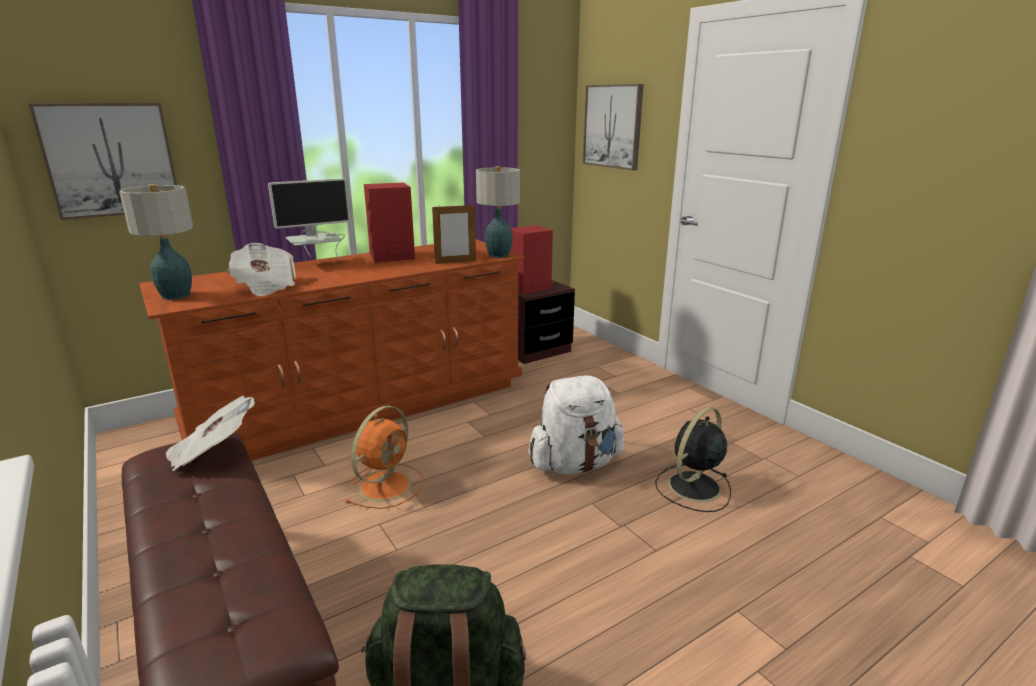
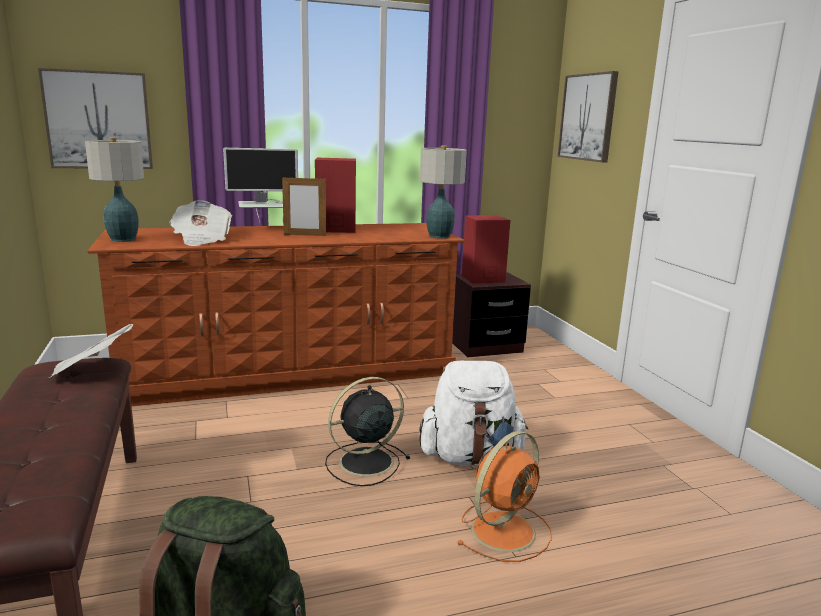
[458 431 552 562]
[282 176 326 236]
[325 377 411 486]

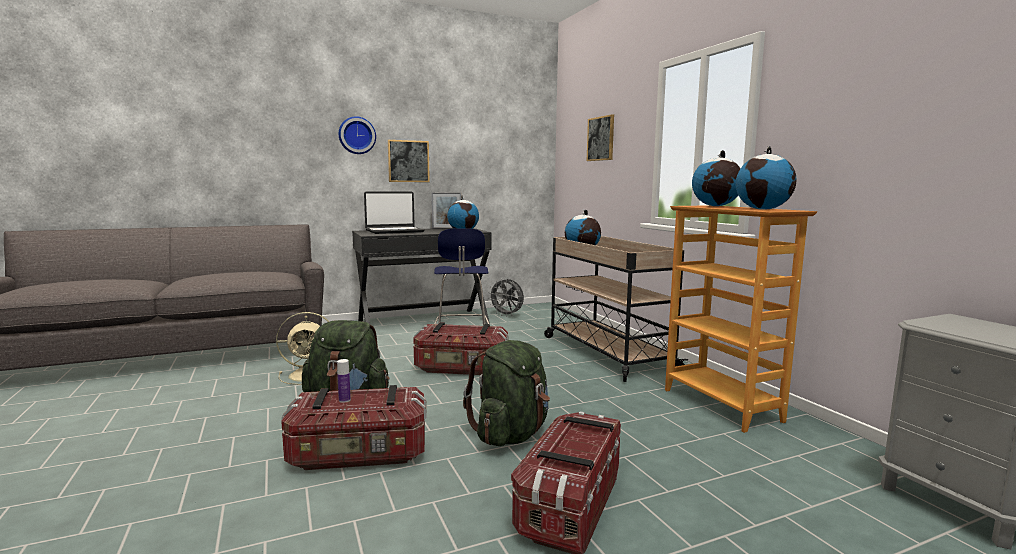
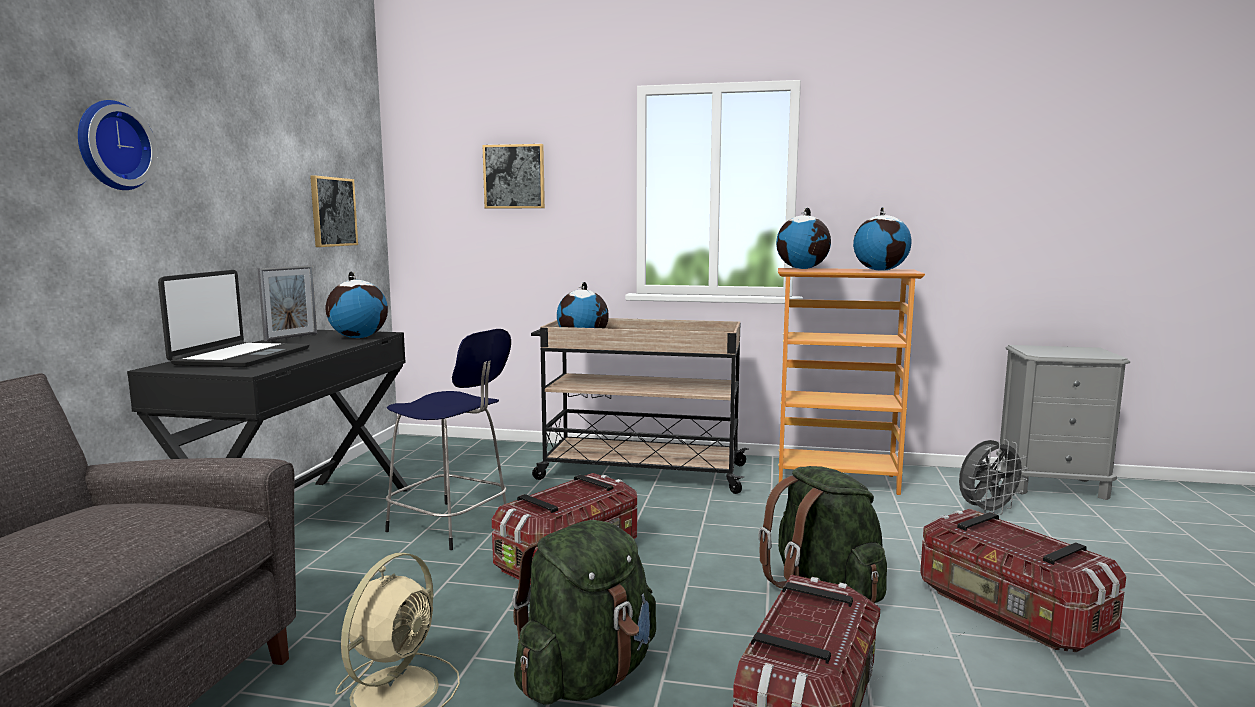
[337 359 351 403] (first image)
[310 175 358 247]
[959 439 1028 515]

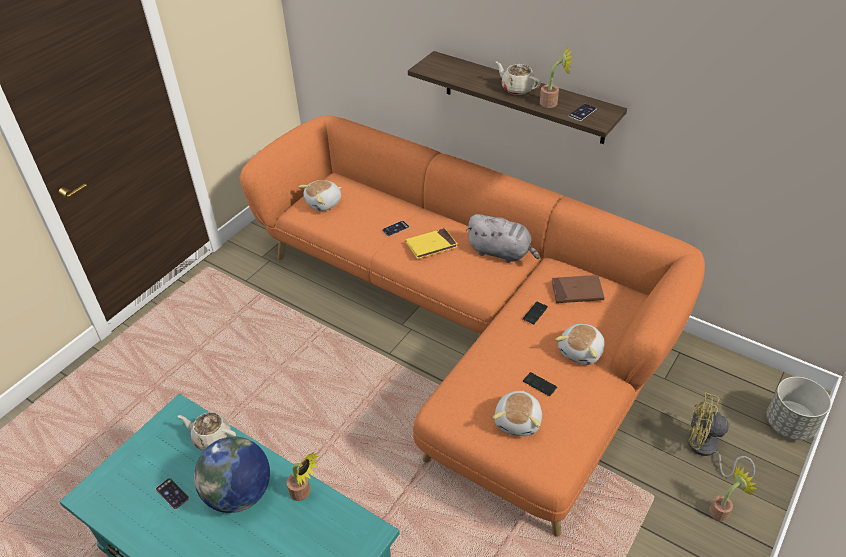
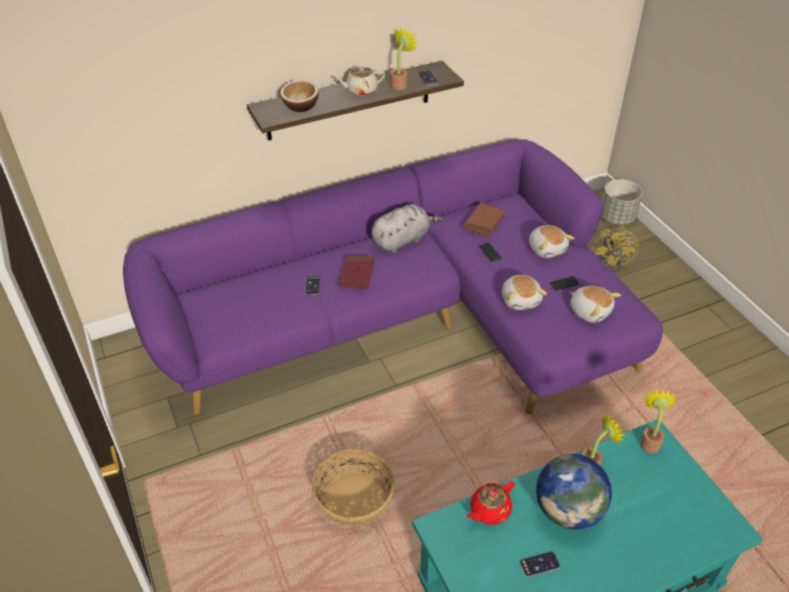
[467 481 515 525]
[123 139 663 415]
[502 275 547 310]
[339 255 375 289]
[593 226 639 272]
[640 389 677 453]
[280 80 319 112]
[312 448 395 526]

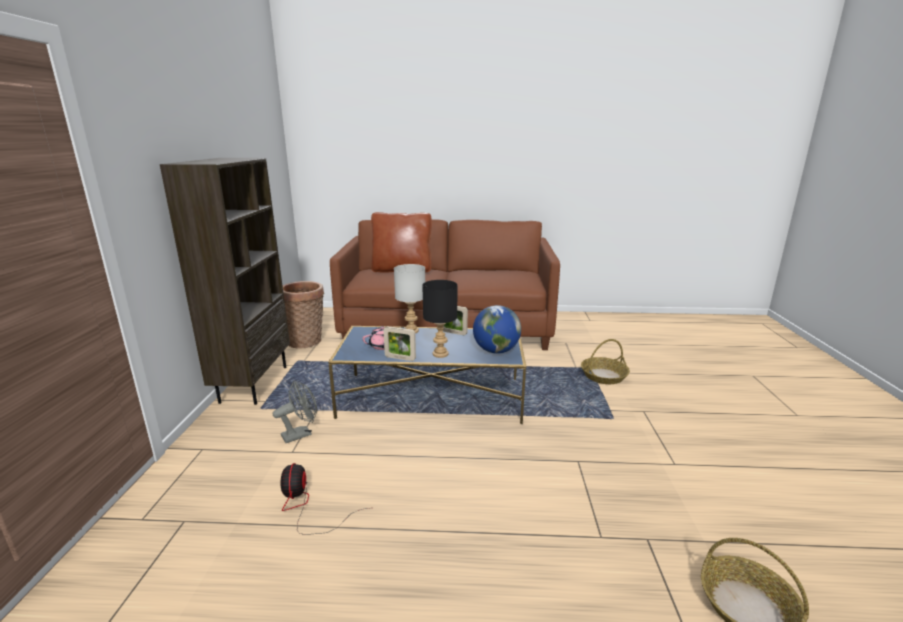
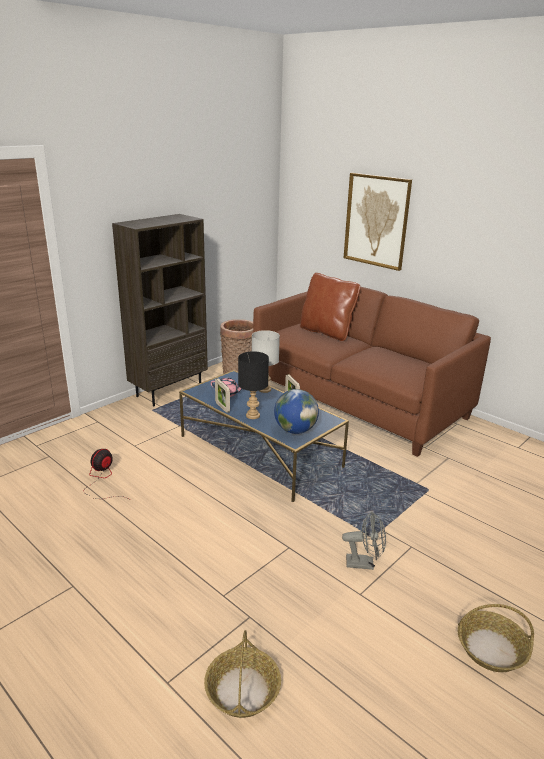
[342 511 386 570]
[458 604 534 672]
[344 173 412 271]

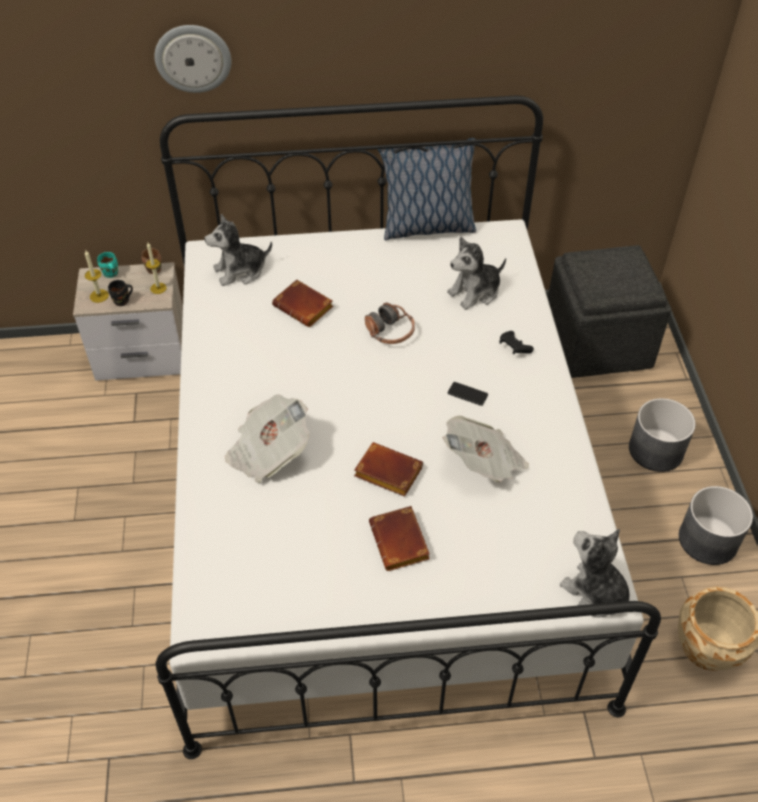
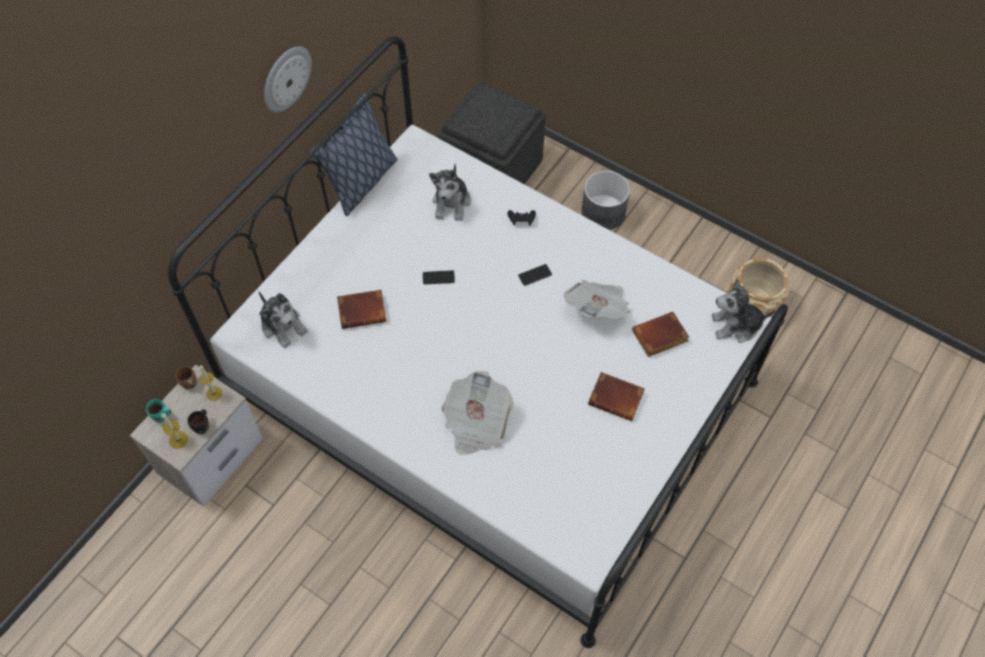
[264 47 311 112]
[259 291 308 348]
[632 312 689 357]
[423 270 455 284]
[679 486 753 565] (first image)

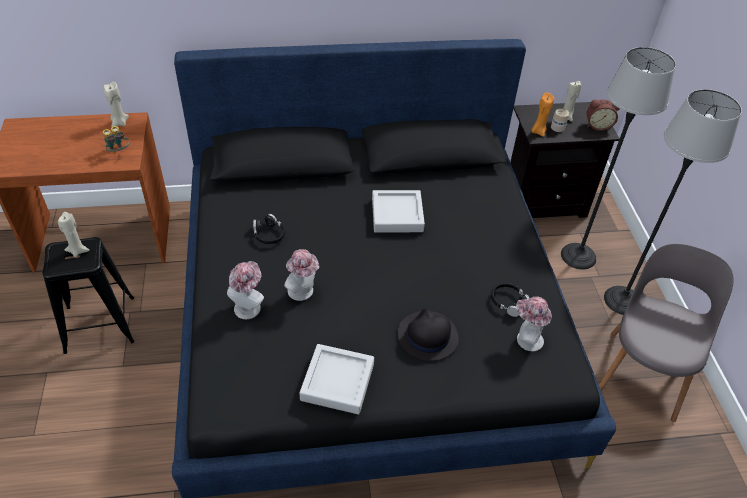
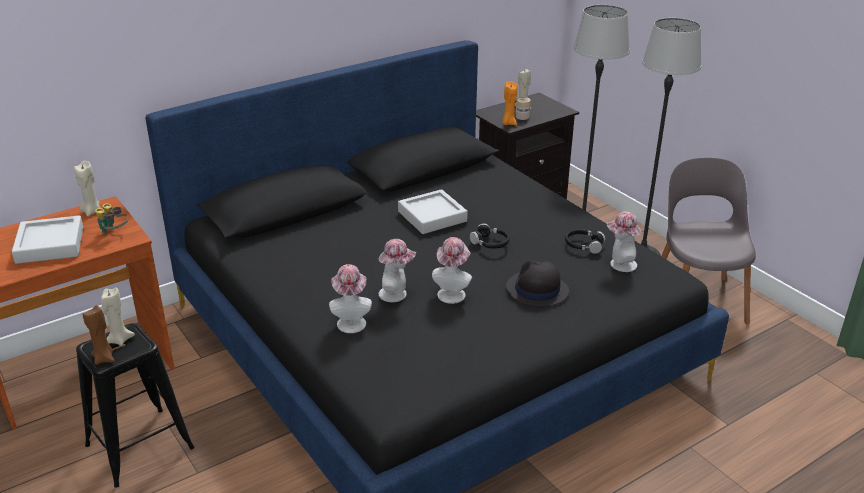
[469 223 510 248]
[12 215 83 264]
[587 99 620 131] (first image)
[83 305 115 365]
[432 237 472 304]

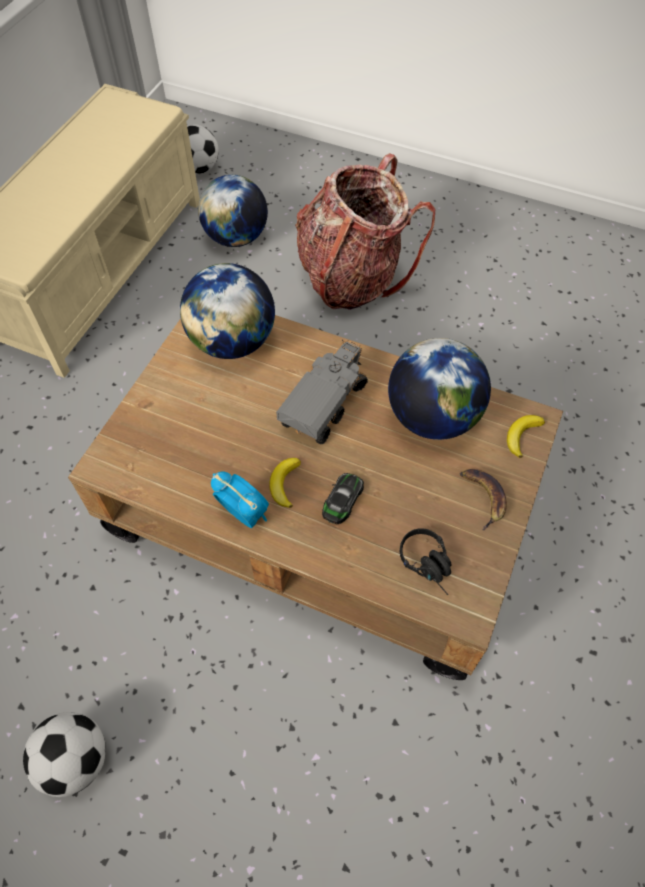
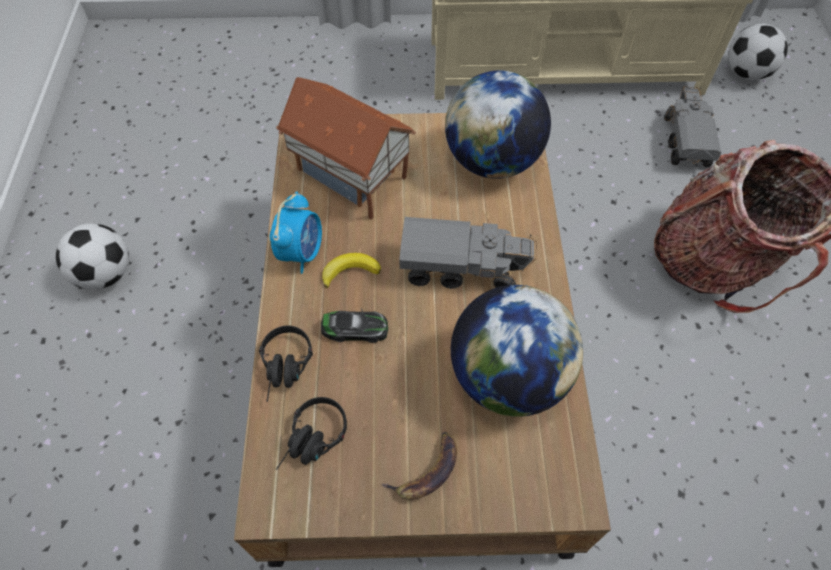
[664 86 721 167]
[507 415 545 458] (first image)
[259 326 313 402]
[276 77 416 219]

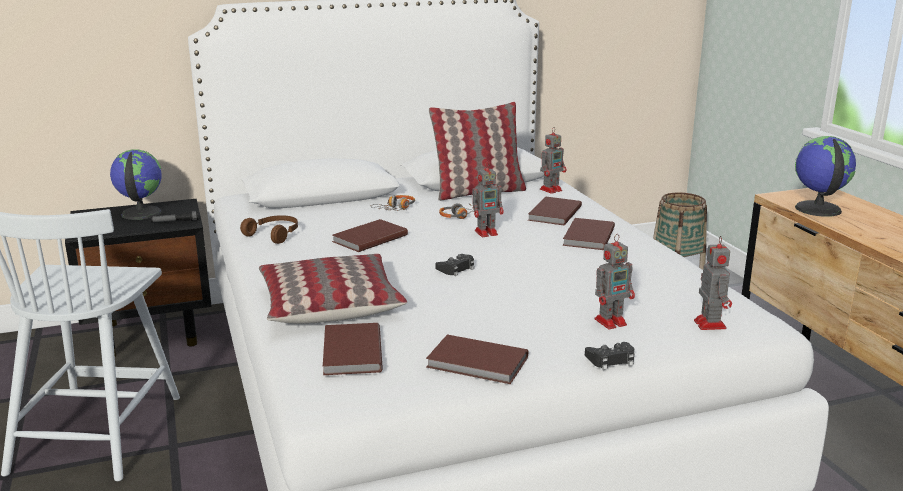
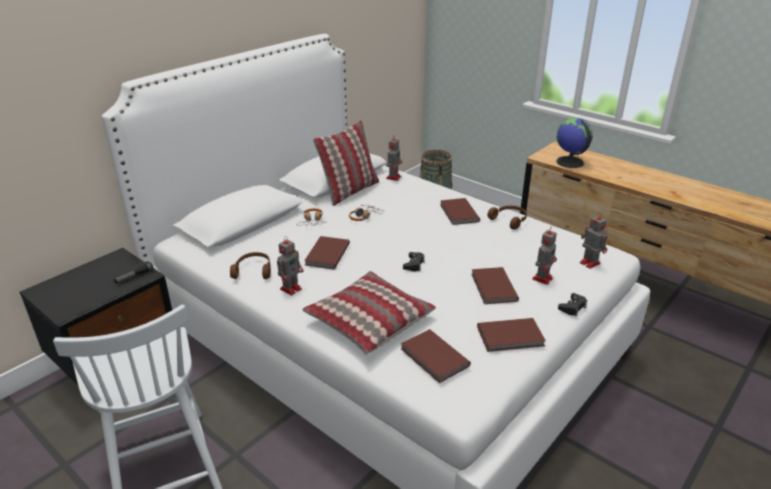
[110 149 162 220] (first image)
[277 236 303 296]
[471 267 519 304]
[487 206 527 230]

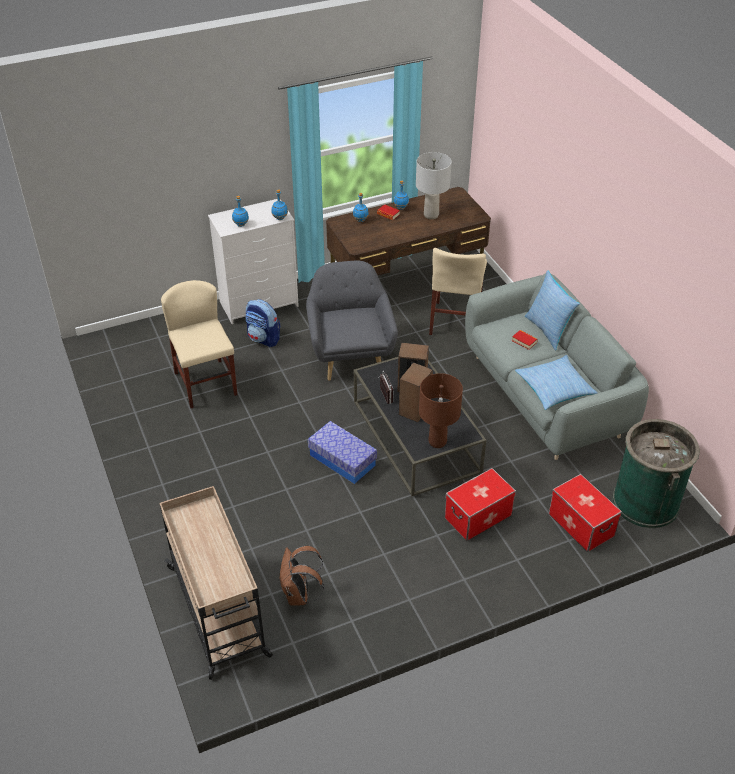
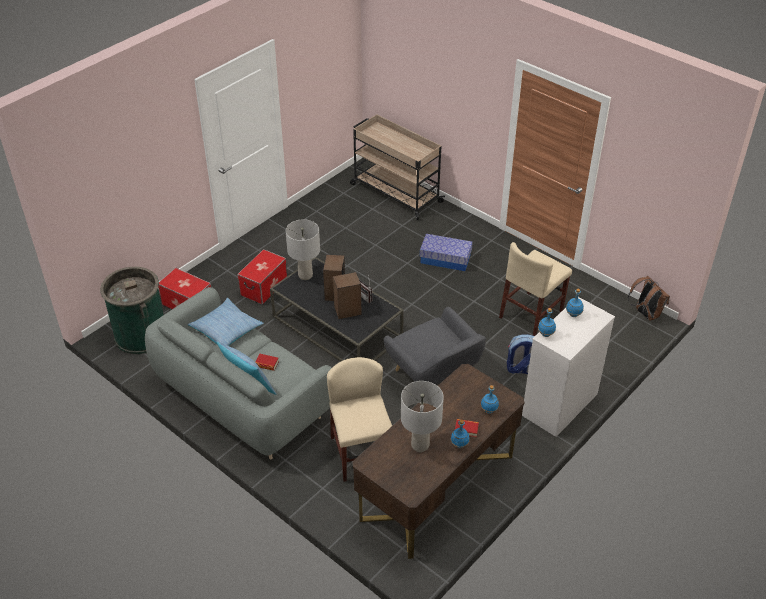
[499 242 572 336]
[628 276 670 321]
[420 234 473 271]
[286 219 320 280]

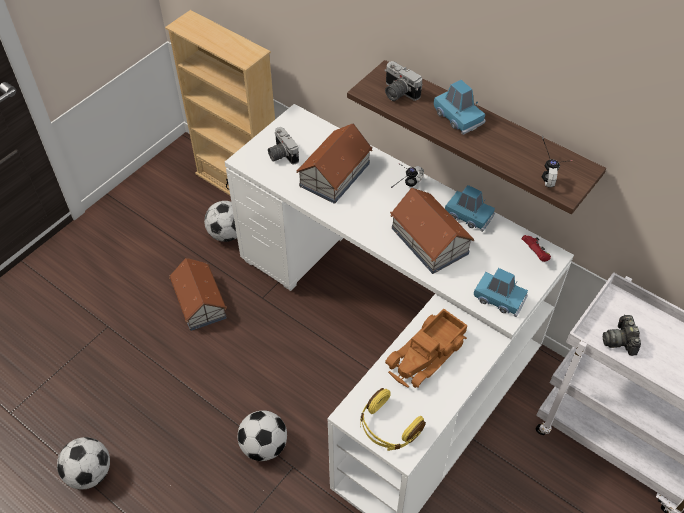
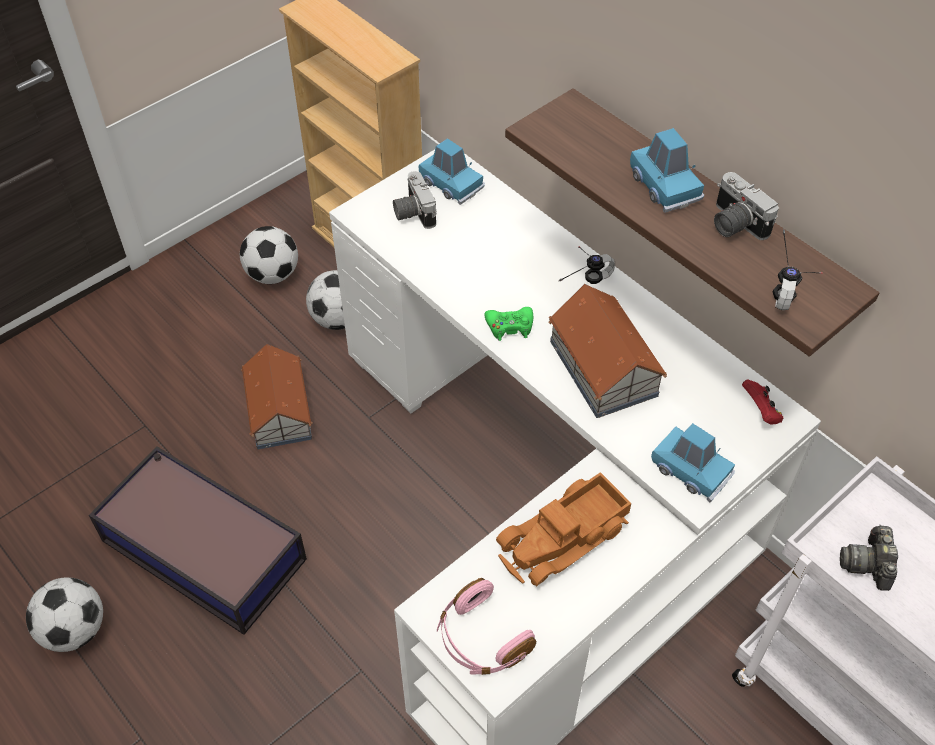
[240 226 298 284]
[296 123 373 204] (first image)
[437 578 536 675]
[714 172 779 240]
[419 138 485 205]
[89 446 307 635]
[485 307 533 341]

